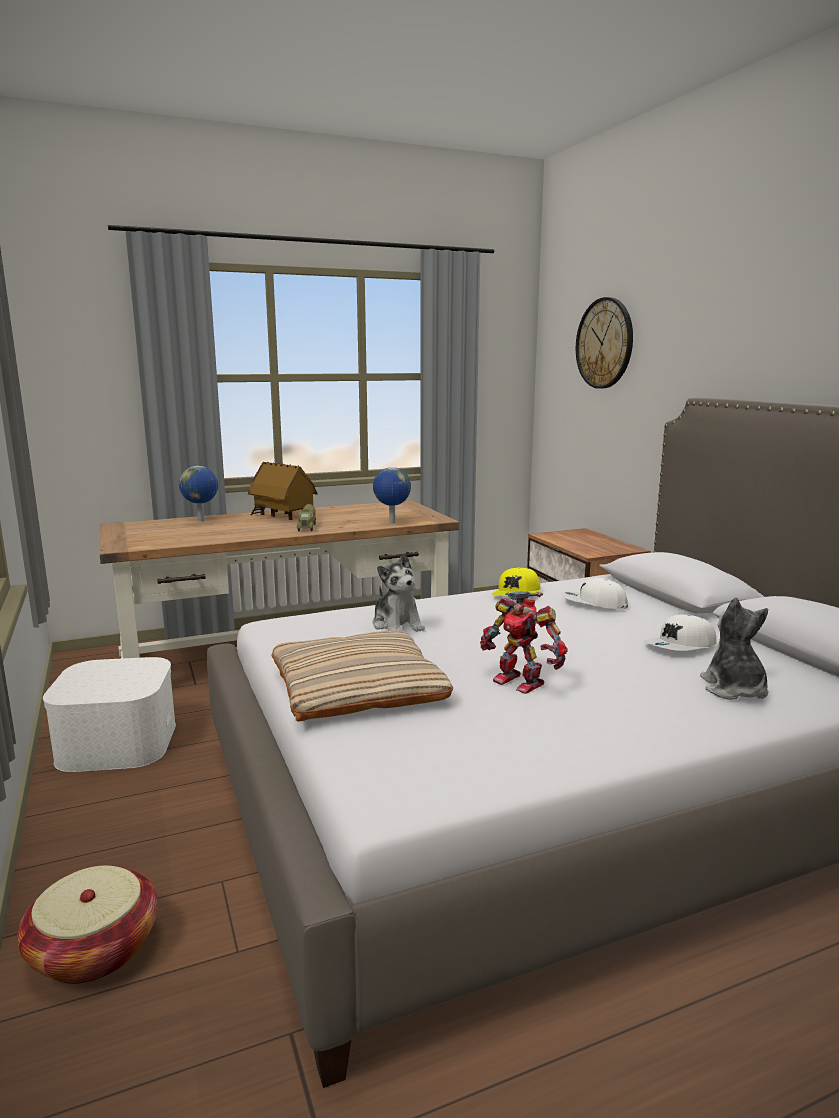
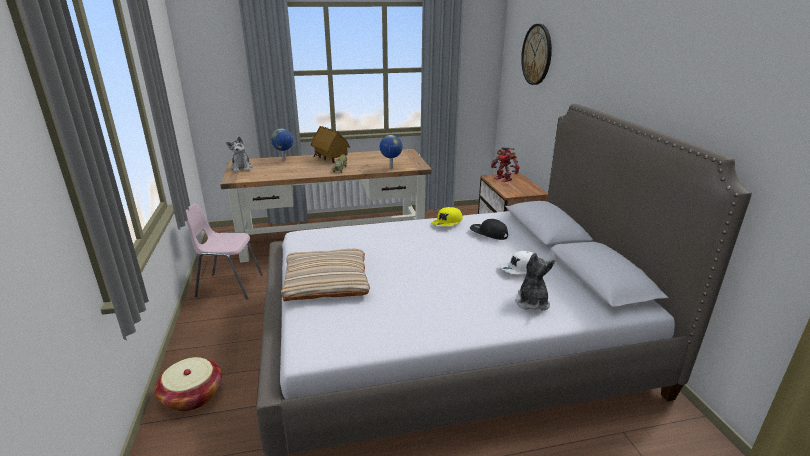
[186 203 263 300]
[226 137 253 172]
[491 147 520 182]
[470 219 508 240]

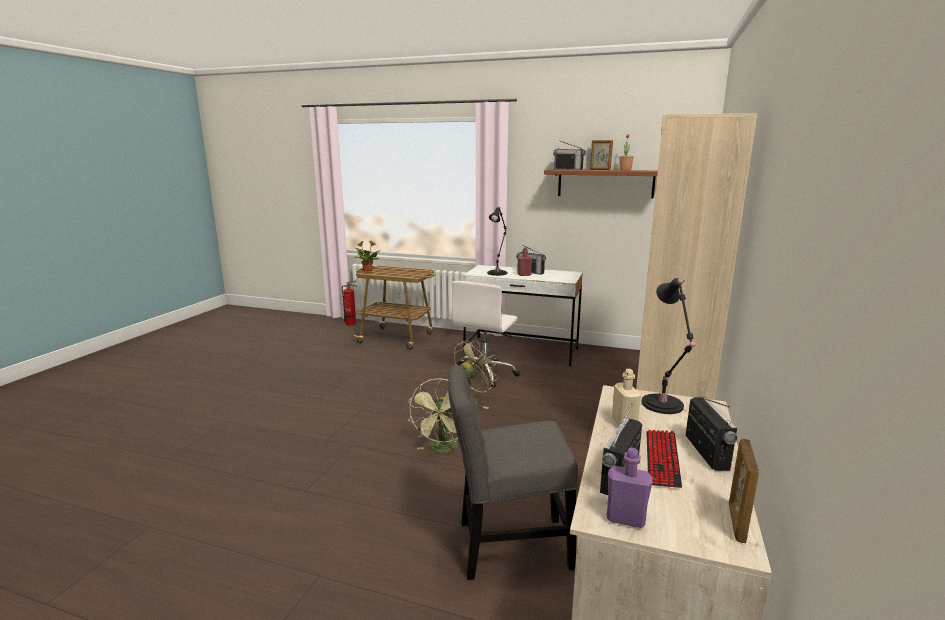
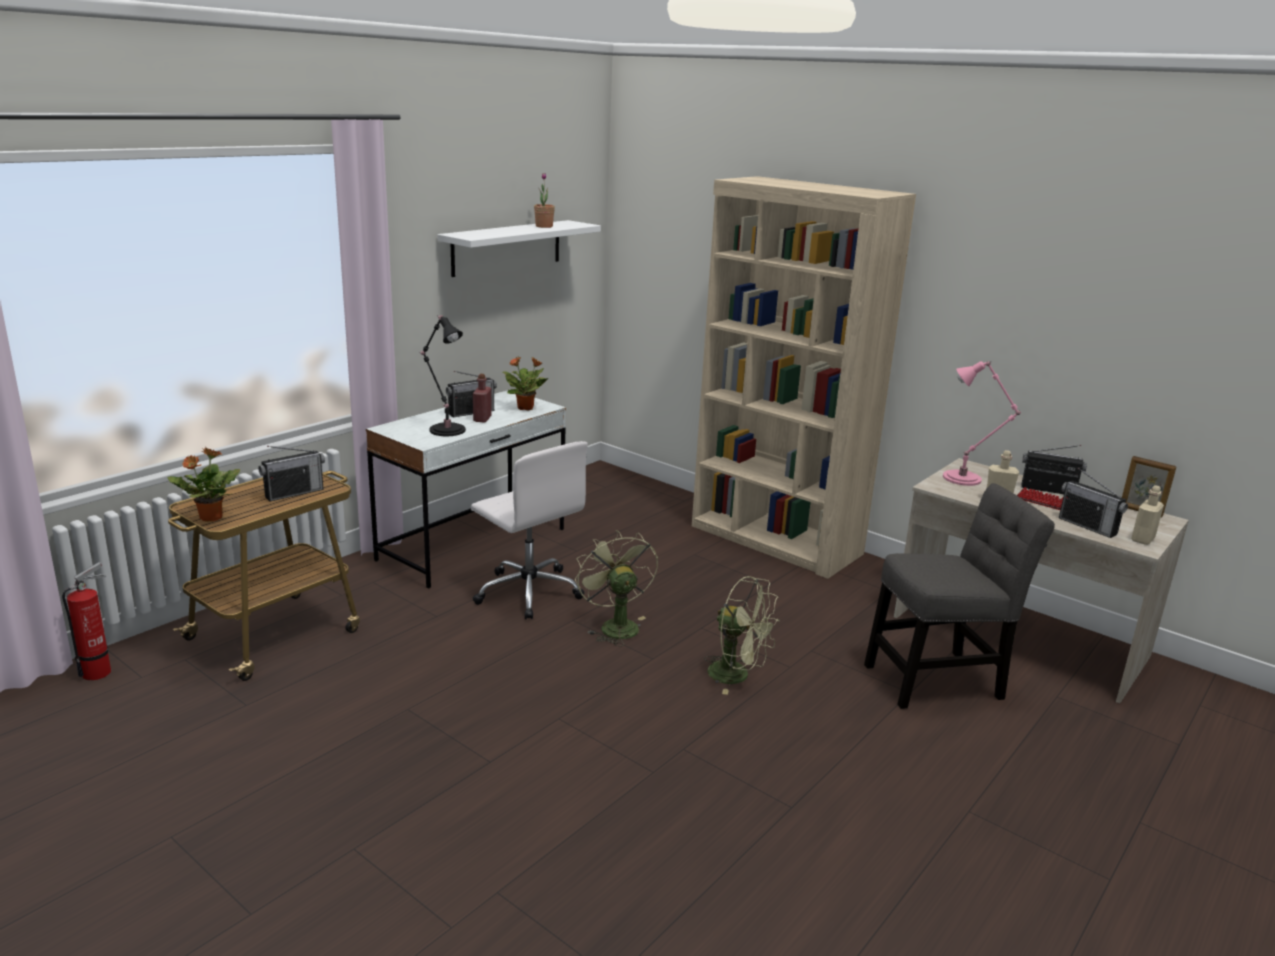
[864 483 1055 709]
[438 220 601 277]
[258 446 325 502]
[590 140 613 170] (first image)
[1131 485 1164 545]
[943 361 1022 486]
[503 357 549 410]

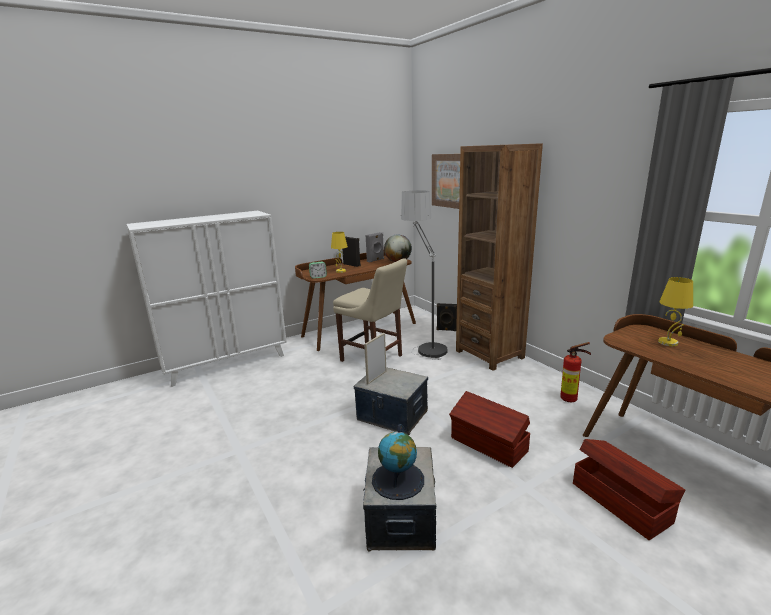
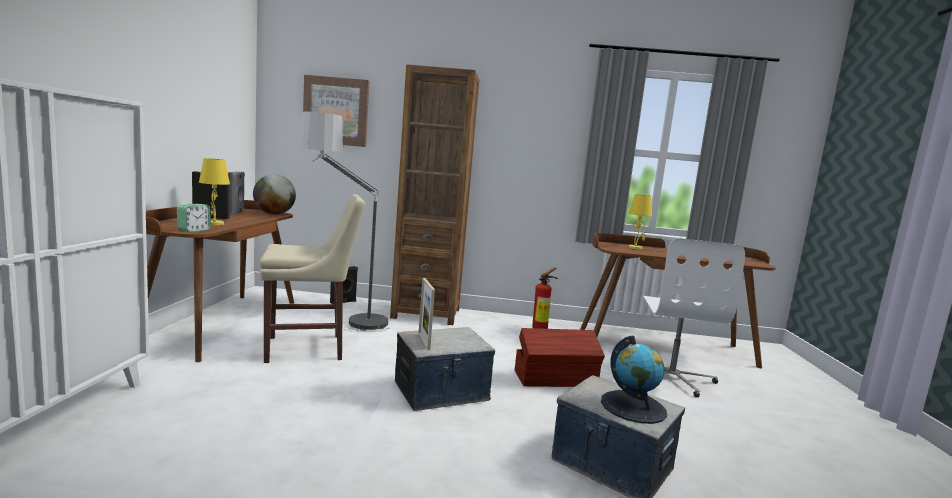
[642 238 745 397]

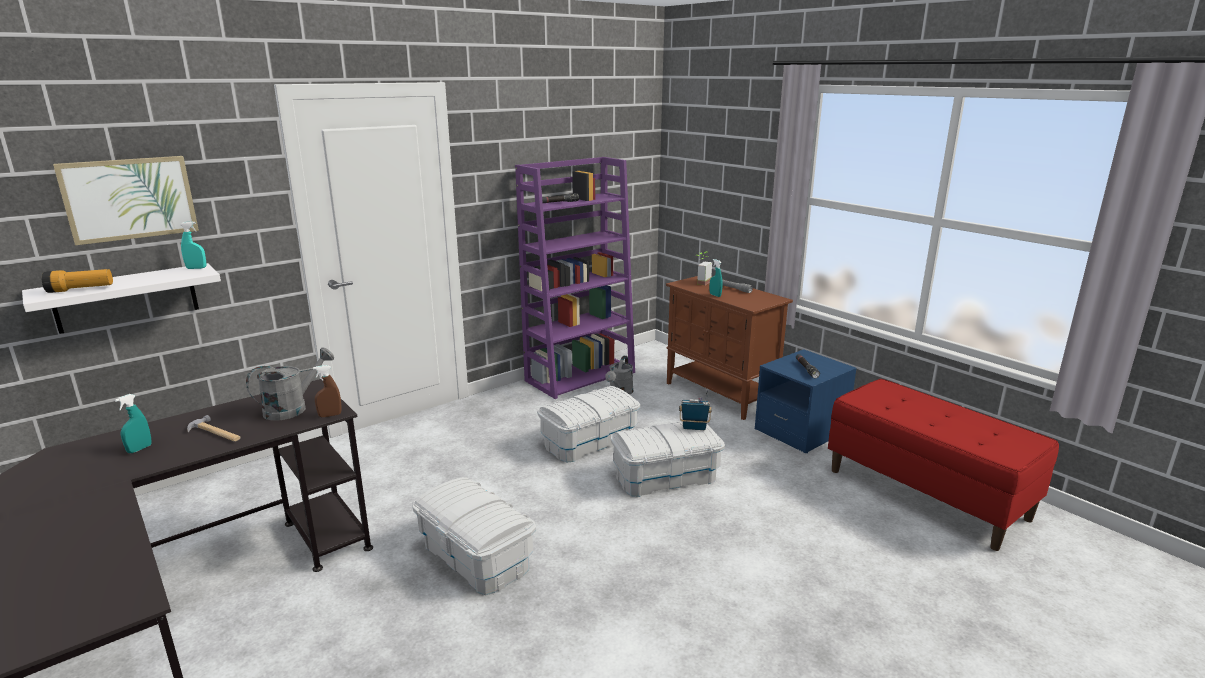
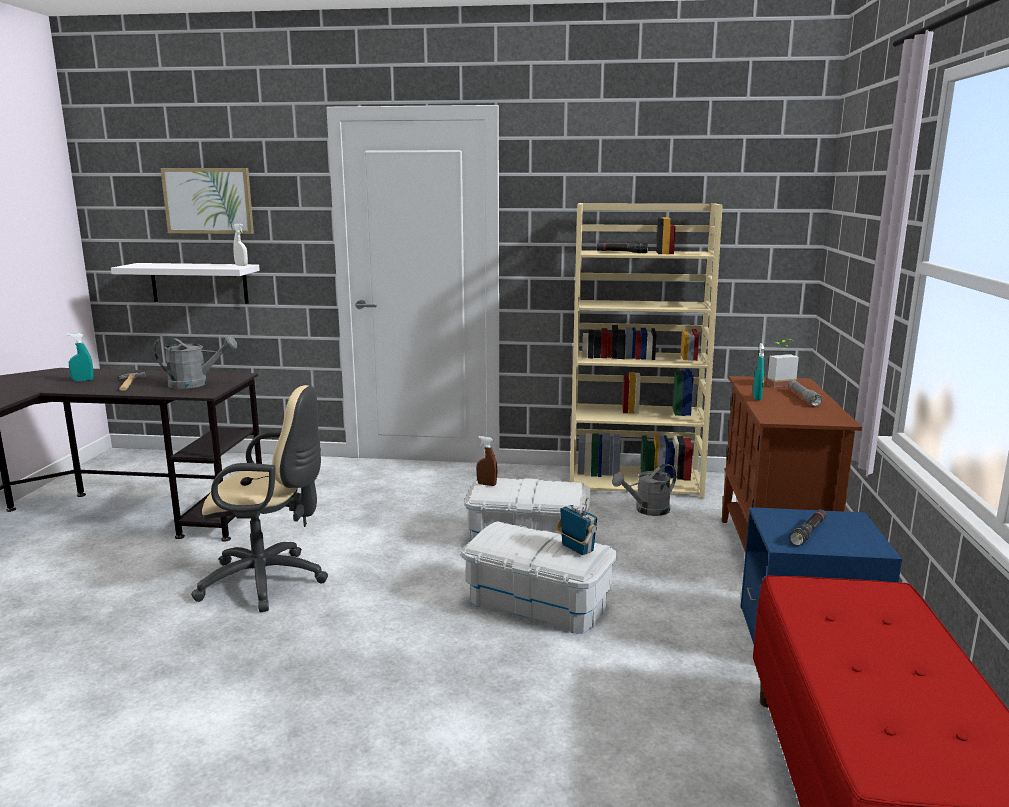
[42 269 113 293] (first image)
[233 224 248 266]
[476 436 497 486]
[191 385 328 612]
[570 203 723 498]

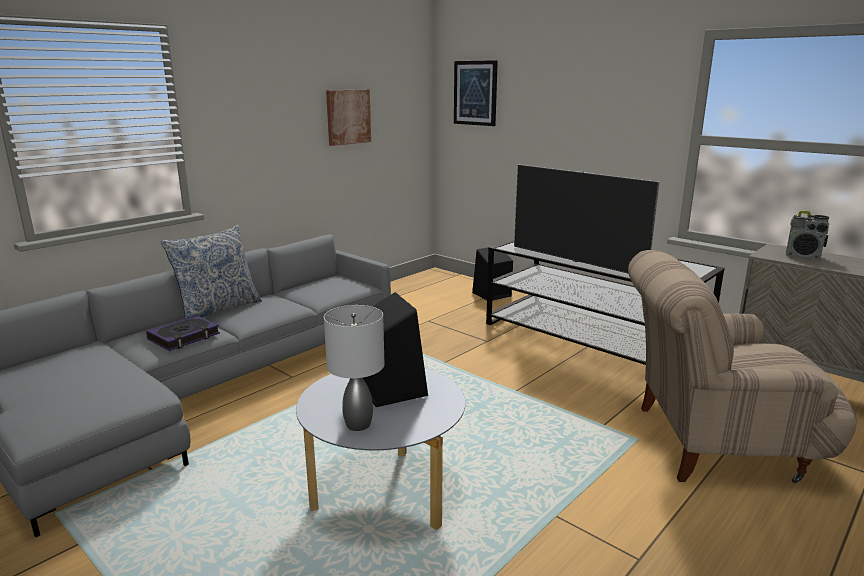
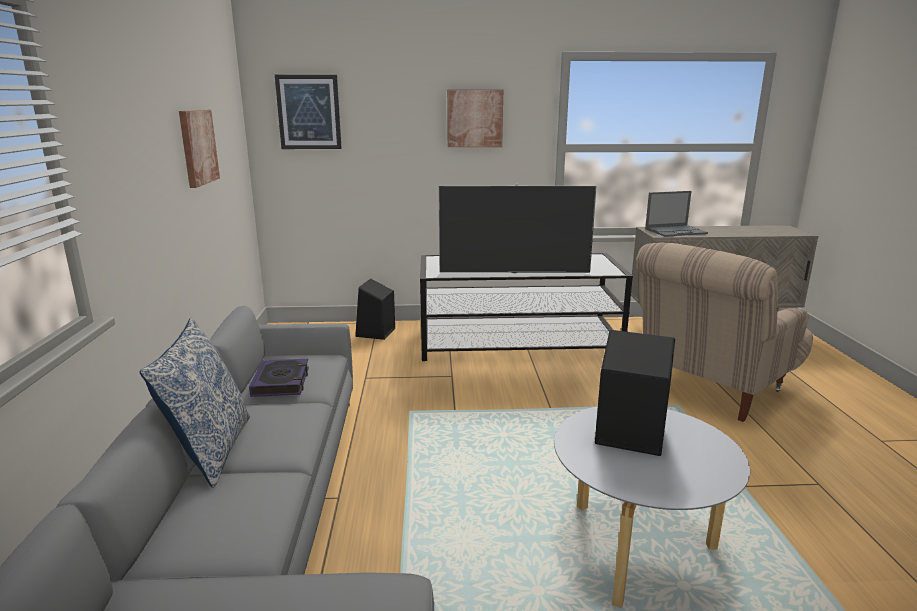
[249 359 309 397]
[324 305 385 431] (first image)
[645 191 708 237]
[447 89 503 147]

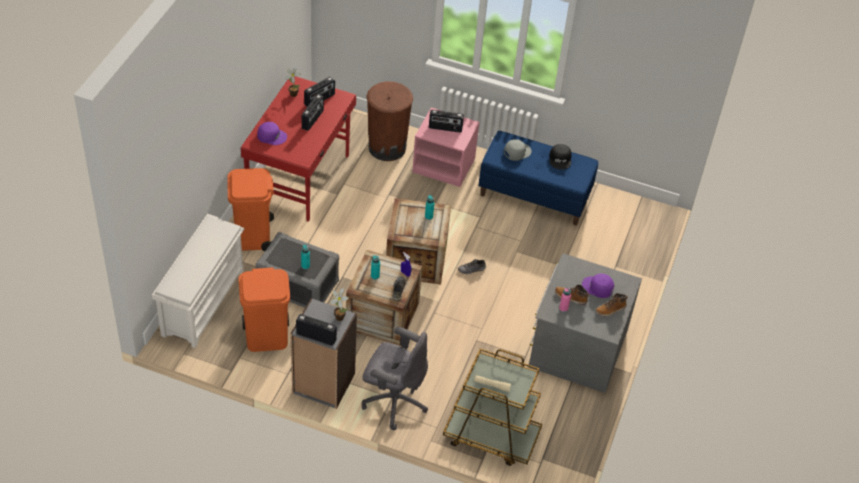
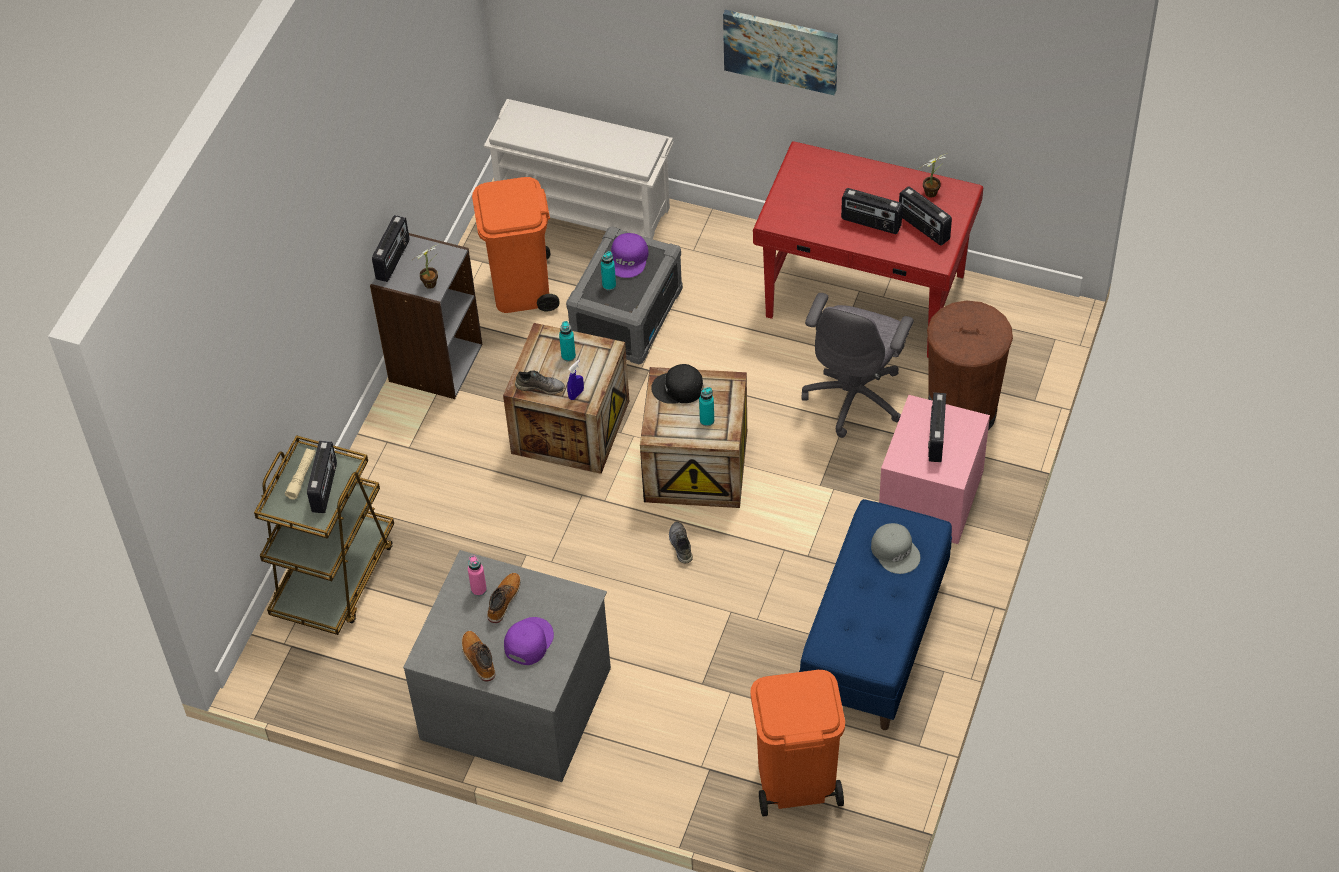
[750 670 845 817]
[611 233 648 278]
[802 293 914 438]
[651 364 703 404]
[307 441 337 513]
[723 10 838 95]

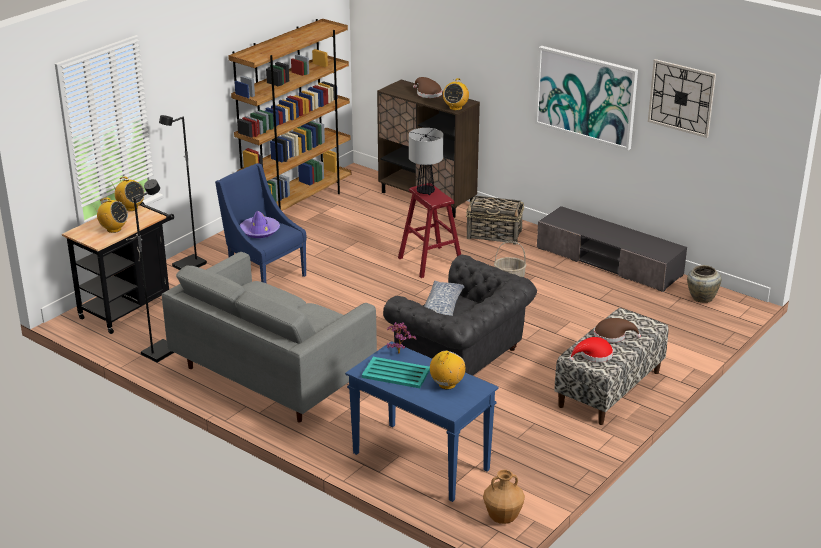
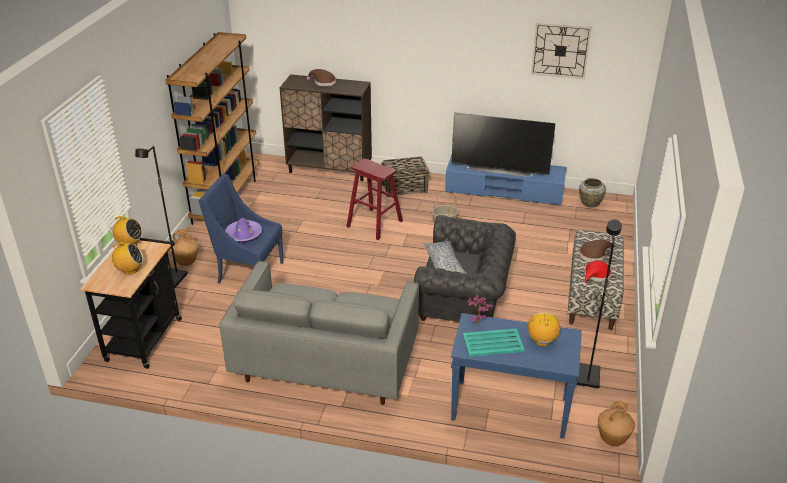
[576 219 622 388]
[409 128 444 195] (first image)
[443 78 469 110] (first image)
[535 46 638 150] (first image)
[445 155 566 206]
[170 229 198 266]
[451 113 556 177]

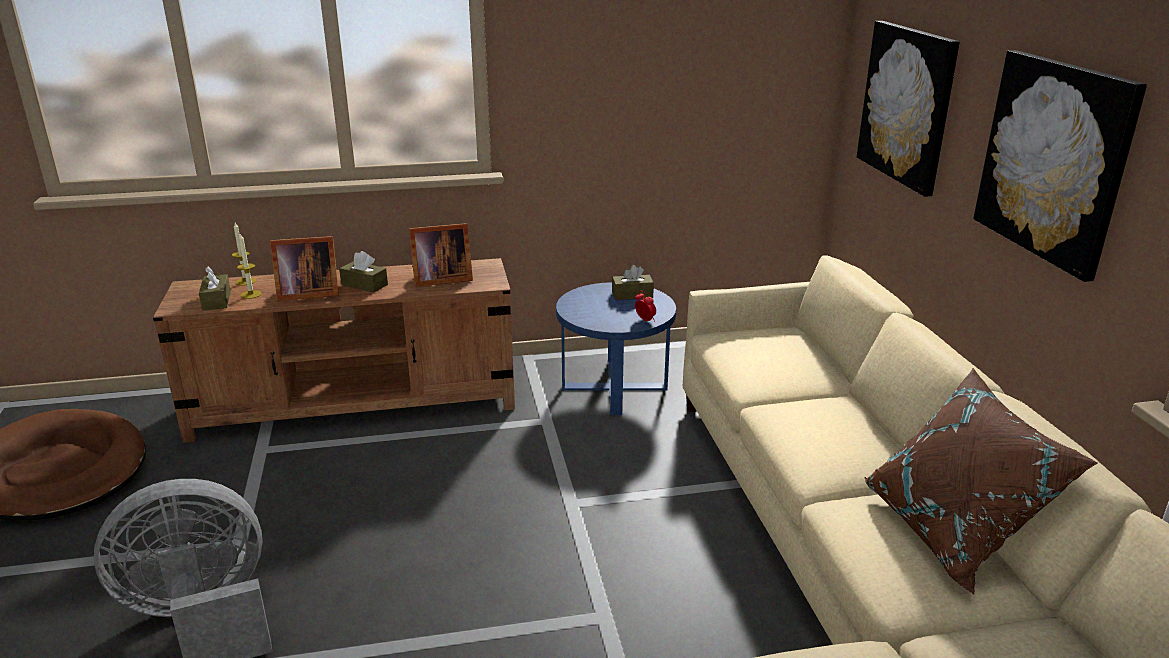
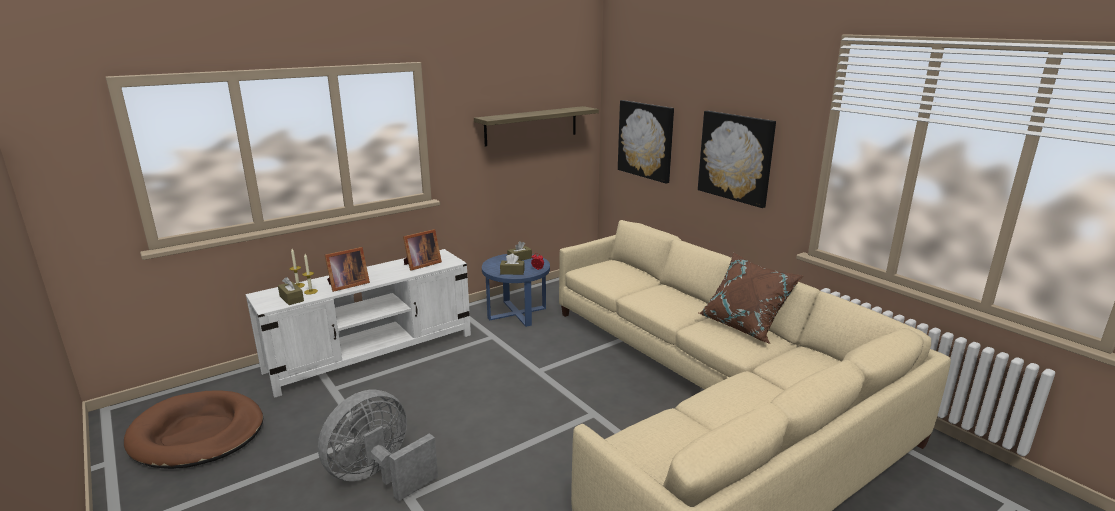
[246 249 471 398]
[500 253 525 275]
[474 106 599 147]

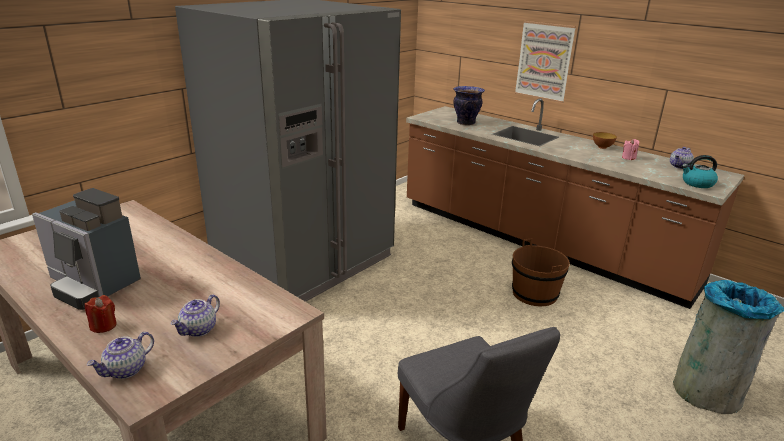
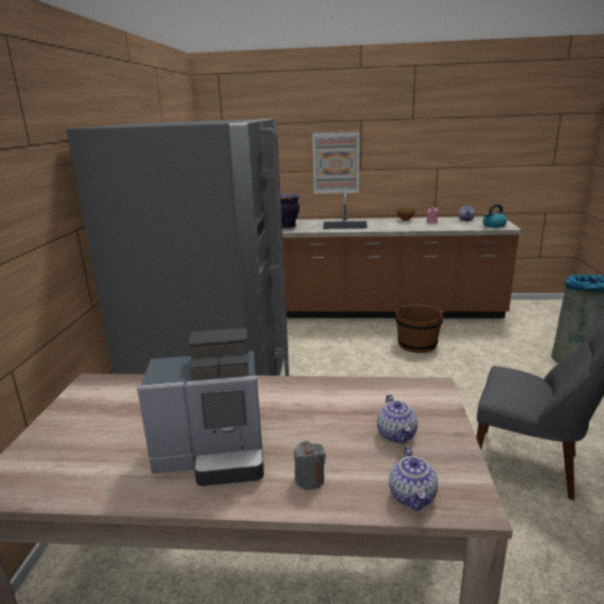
[294 441 326 490]

